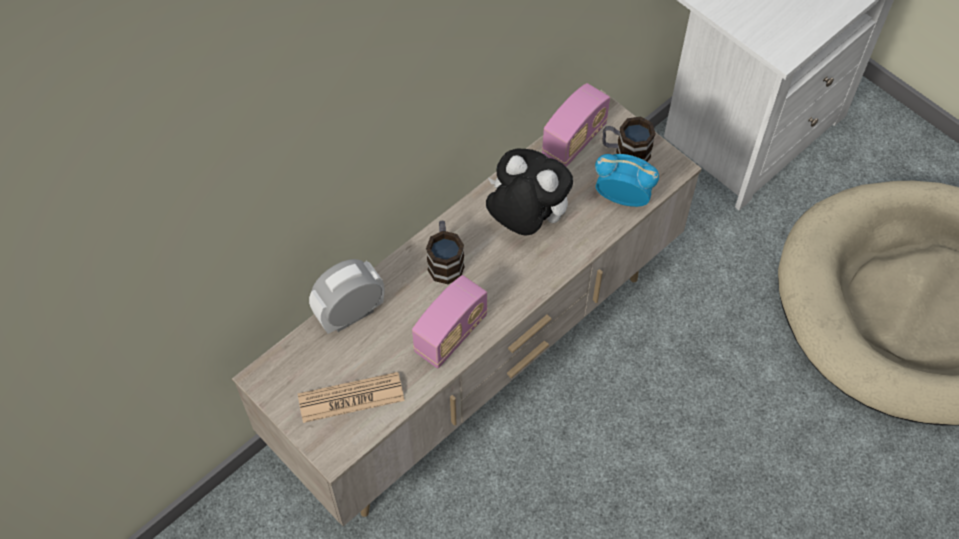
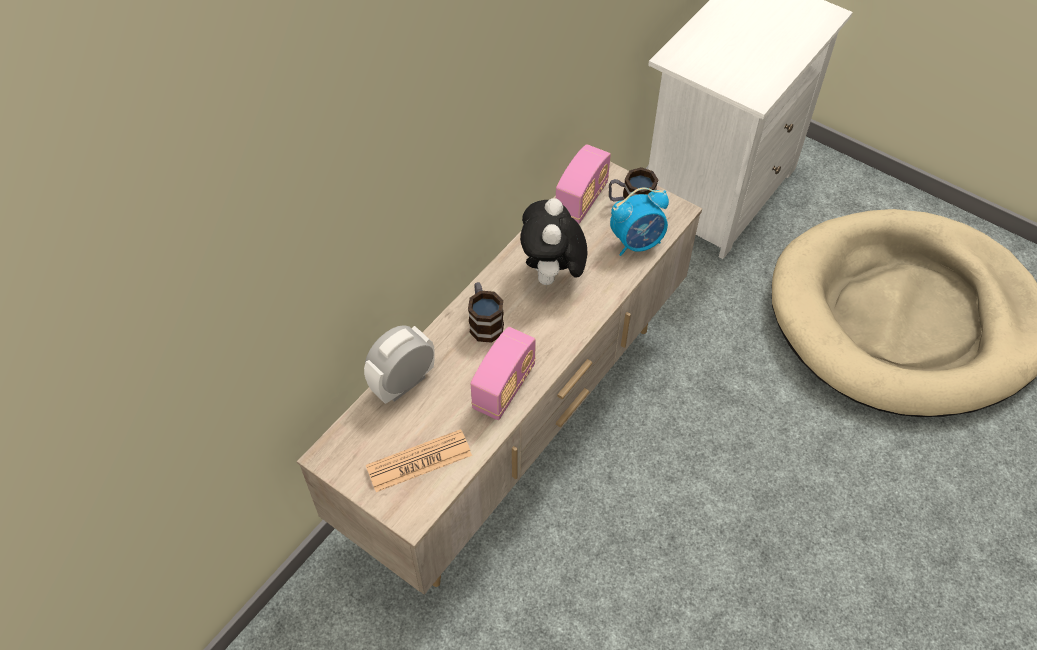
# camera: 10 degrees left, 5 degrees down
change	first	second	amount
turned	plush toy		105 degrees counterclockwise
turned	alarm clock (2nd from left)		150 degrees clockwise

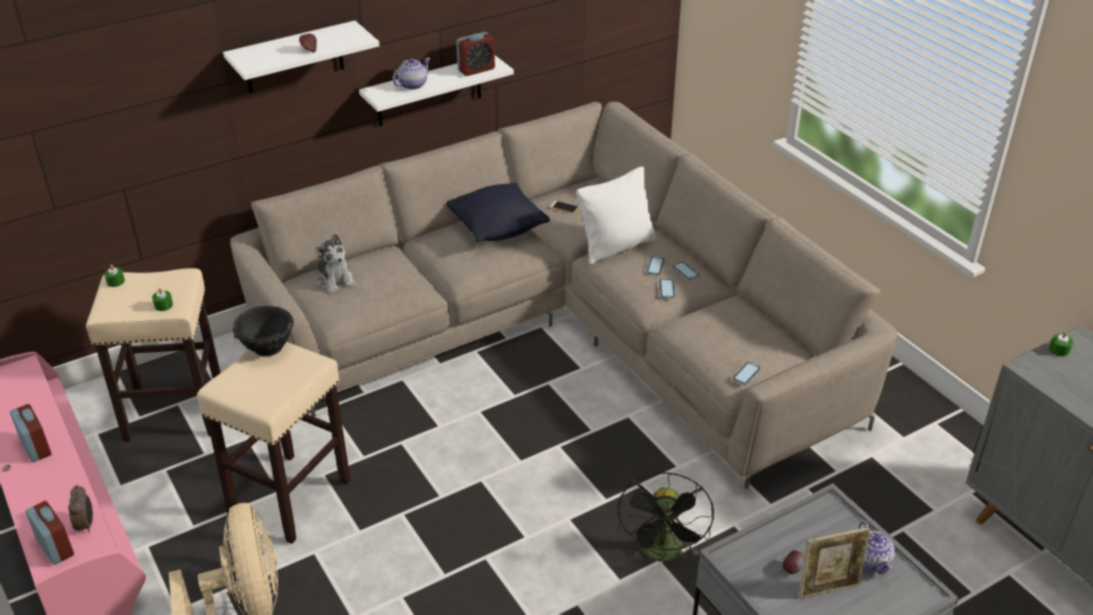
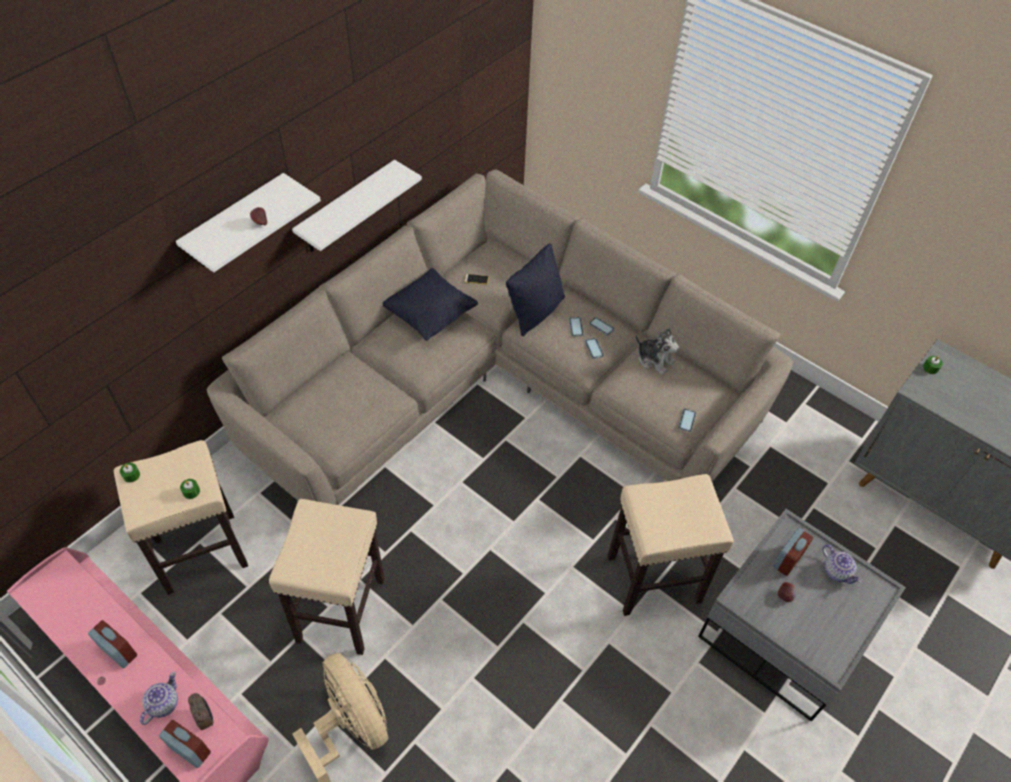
# camera: 20 degrees left, 15 degrees up
change	first	second	amount
removed	black bowl		
removed	picture frame		
moved	plush toy		
moved	teapot (1st from left)		
moved	alarm clock (4th from left)		
replaced	black fan	beige stool (3rd from left)	
recoloured	white pillow	black pillow (2nd from left)	

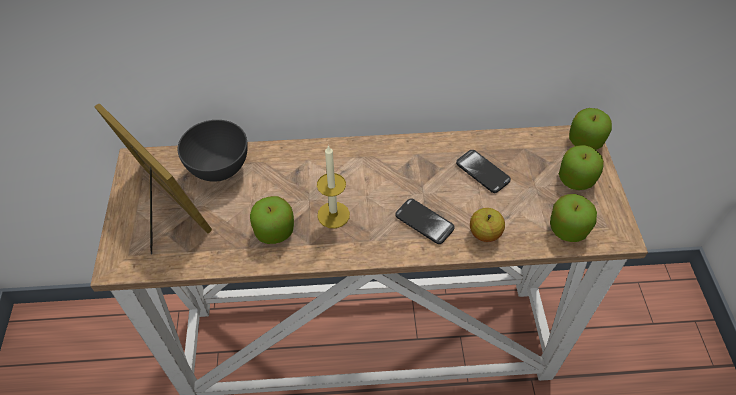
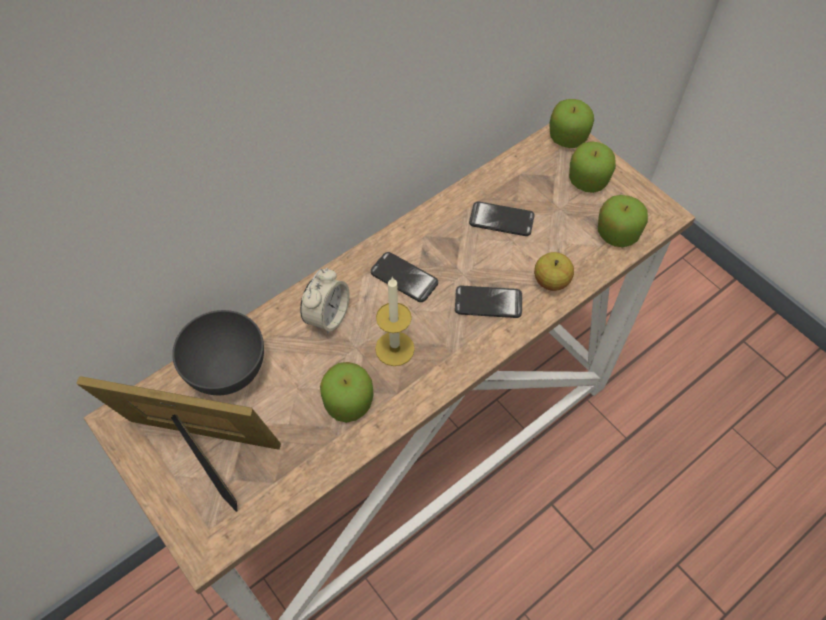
# camera: 35 degrees left, 5 degrees up
change	first	second	amount
added		alarm clock	
added		phone (1st from left)	

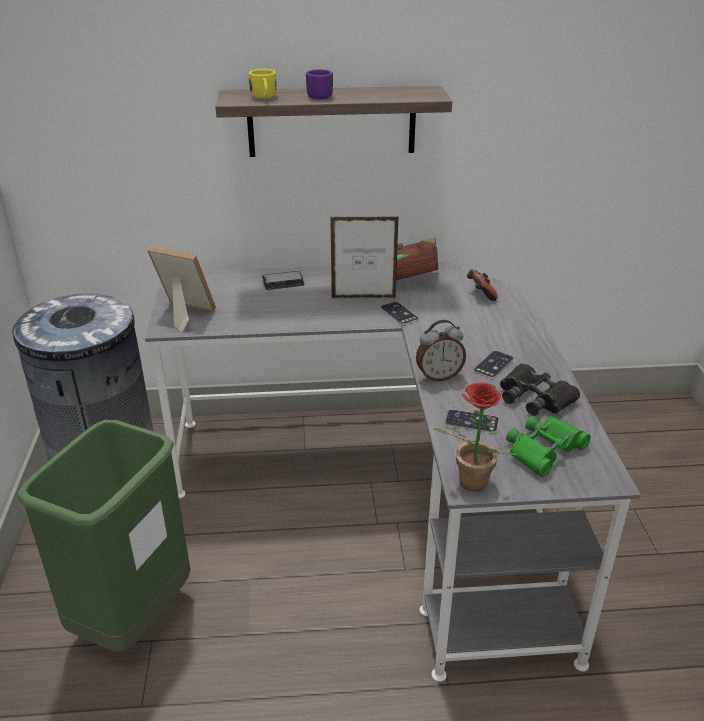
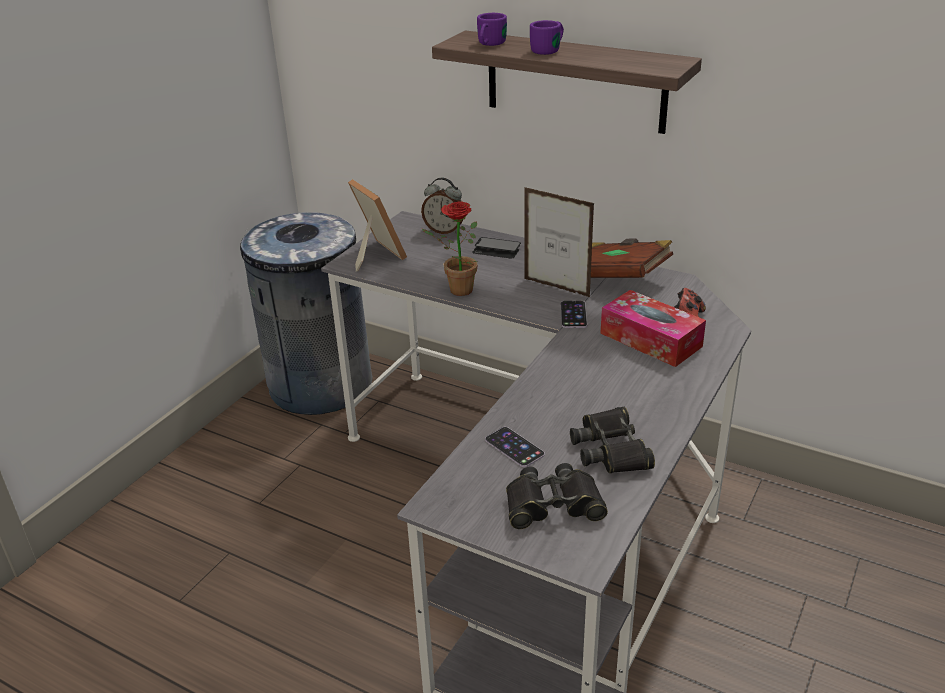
# camera: 35 degrees right, 0 degrees up
change	first	second	amount
removed	green trash can		
removed	phone (4th from left)		
added		tissue box	
moved	alarm clock		
moved	potted plant		
recoloured	yellow mug	purple mug (1st from left)	
recoloured	green binoculars	black binoculars (1st from left)	

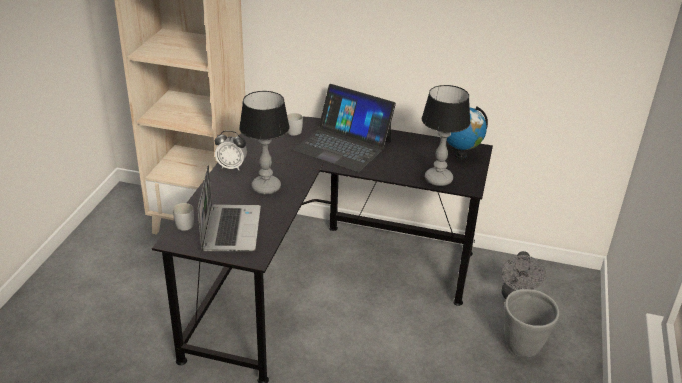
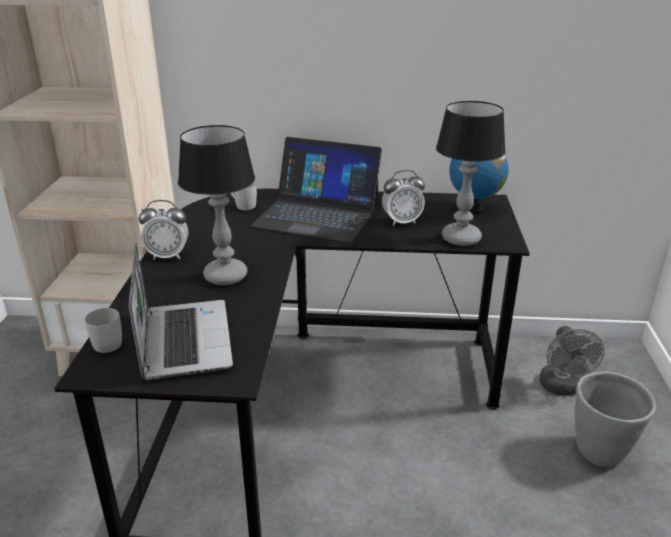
# camera: 10 degrees left, 5 degrees down
change	first	second	amount
added		alarm clock (2nd from left)	

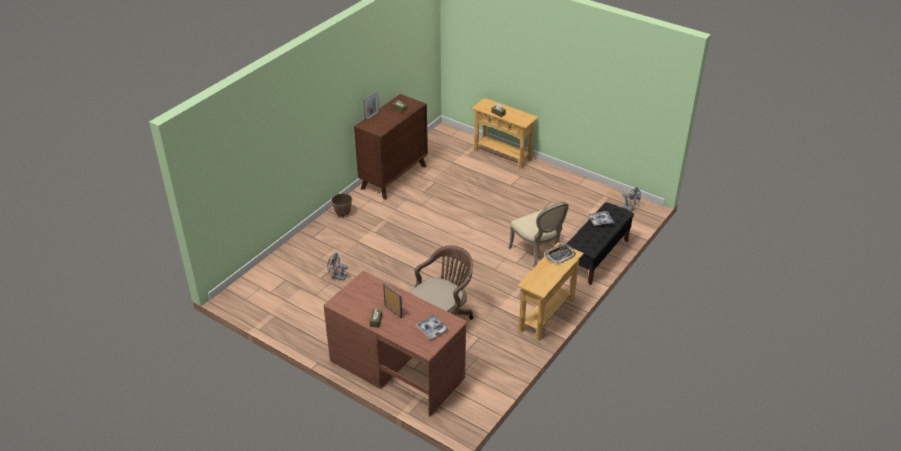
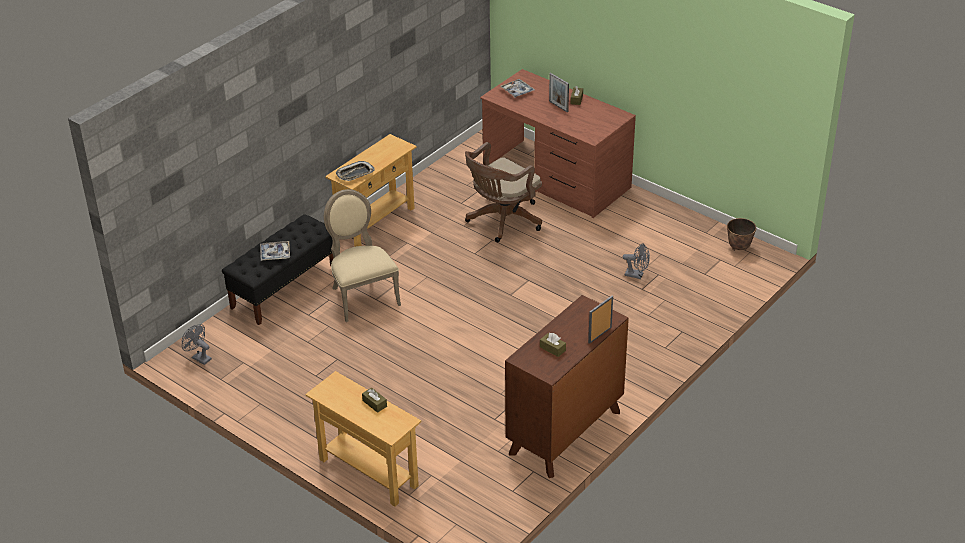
# camera: 175 degrees left, 0 degrees up
change	first	second	amount
moved	planter		

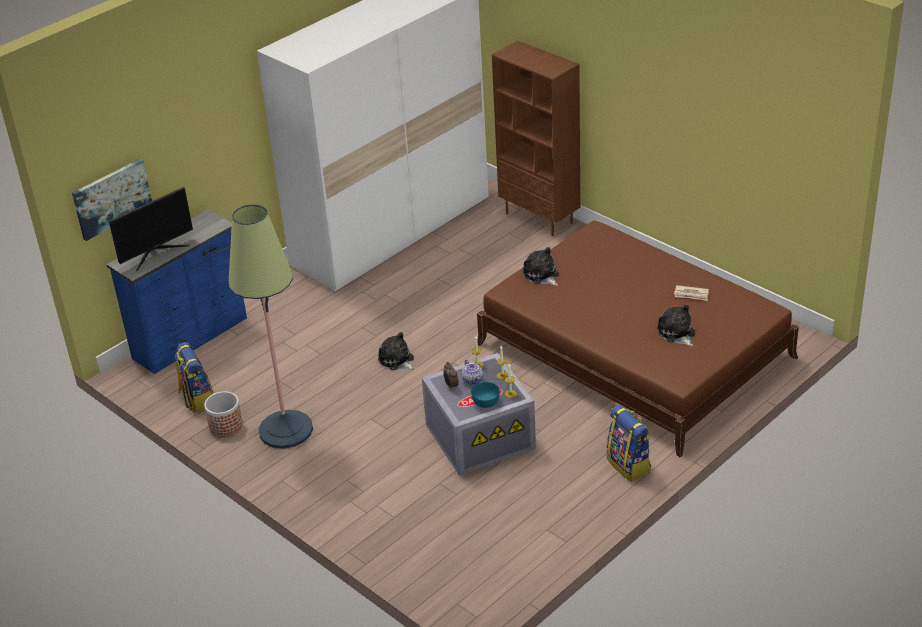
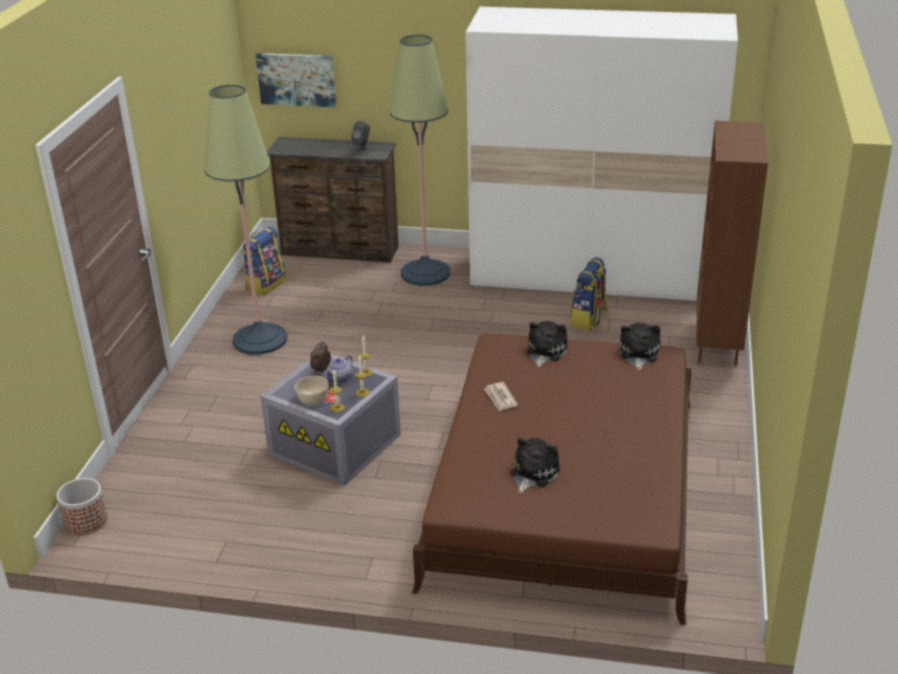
# camera: 55 degrees right, 5 degrees down
change	first	second	amount
removed	monitor		
added		grey speaker	
added		floor lamp (2nd from left)	
moved	planter		
moved	plush toy (1st from left in the first image)	plush toy (3rd from left)	
moved	backpack (2nd from left)		
moved	newspaper		
recoloured	blue dresser	brown dresser	
recoloured	turquoise bowl	beige bowl	

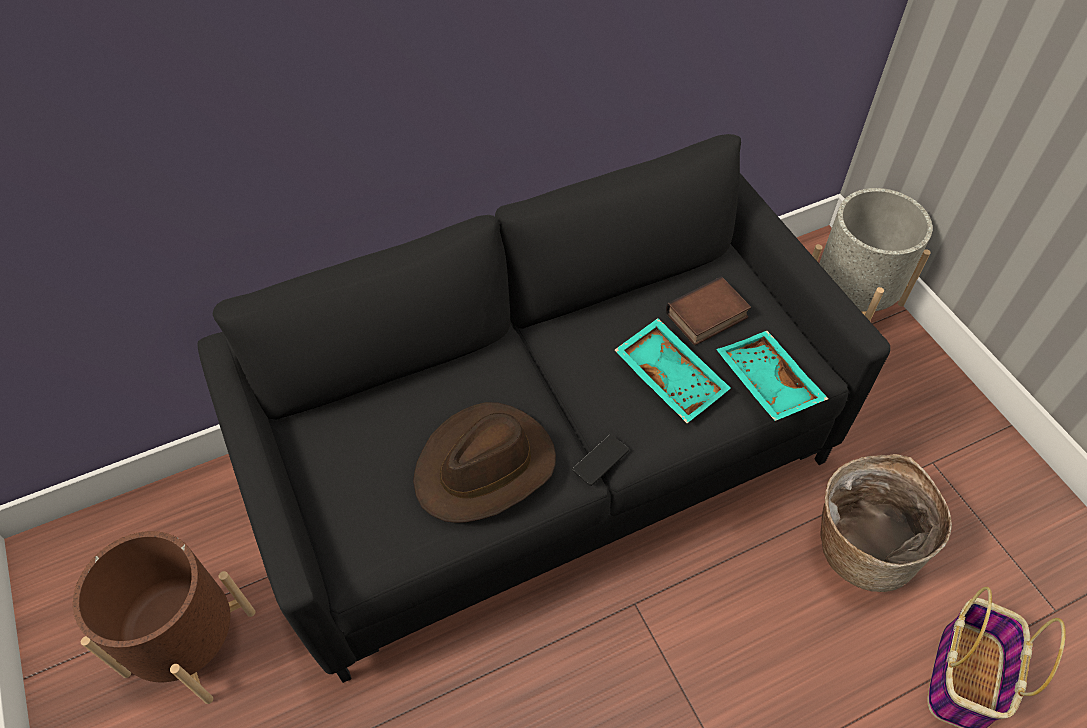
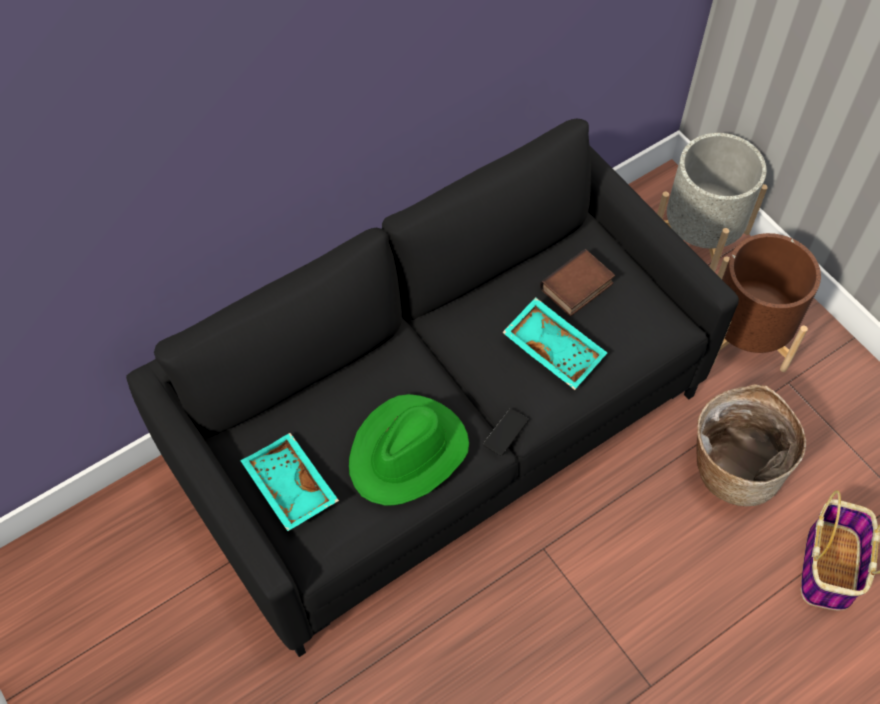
# camera: 10 degrees left, 5 degrees up
change	first	second	amount
moved	brown planter		
moved	turquoise tray (2nd from left in the first image)	turquoise tray (1st from left)	
recoloured	brown hat	green hat	

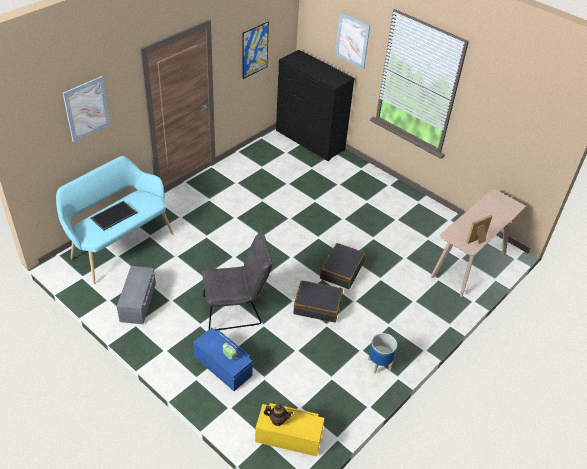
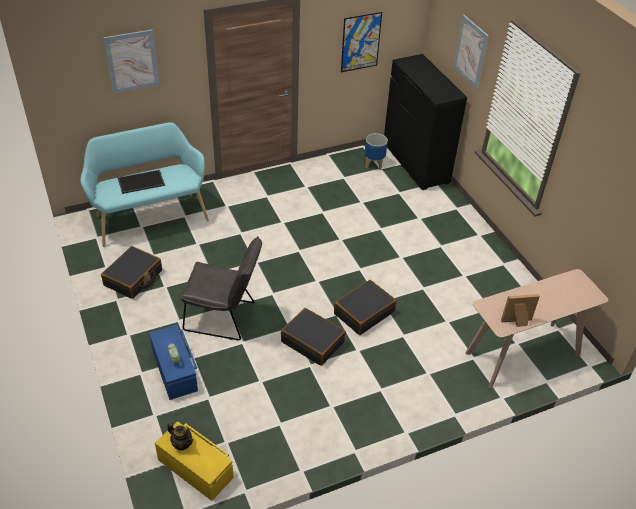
# camera: 25 degrees right, 0 degrees up
change	first	second	amount
moved	planter		
replaced	grey storage box	black suitcase (1st from left)	

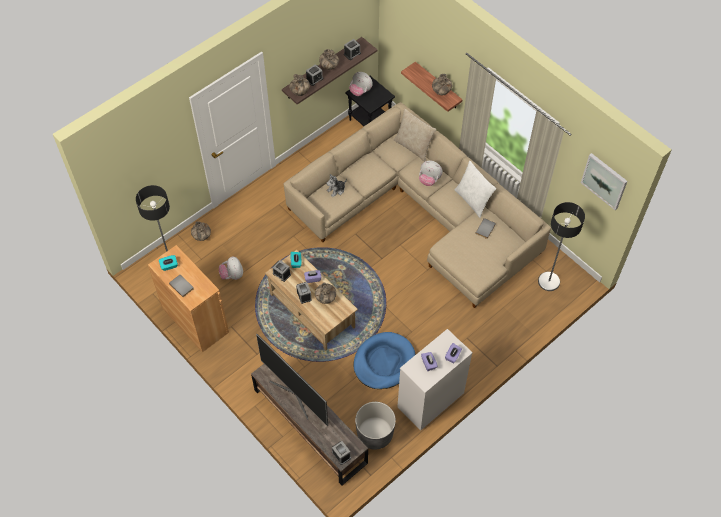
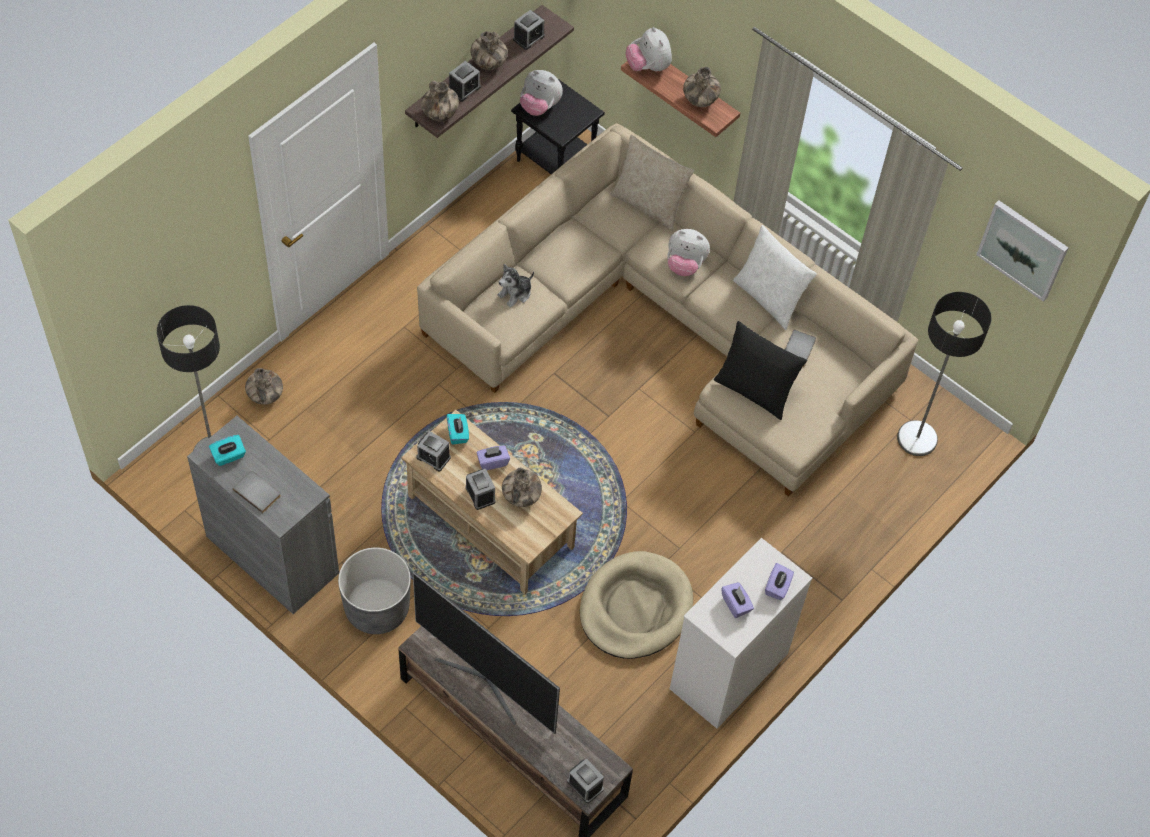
# camera: 10 degrees left, 0 degrees up
change	first	second	amount
added		black pillow	
moved	plush toy (1st from left in the first image)	plush toy (3rd from left)	
moved	grey planter		
recoloured	brown cabinet	grey cabinet	
recoloured	blue dog bed	beige dog bed	

